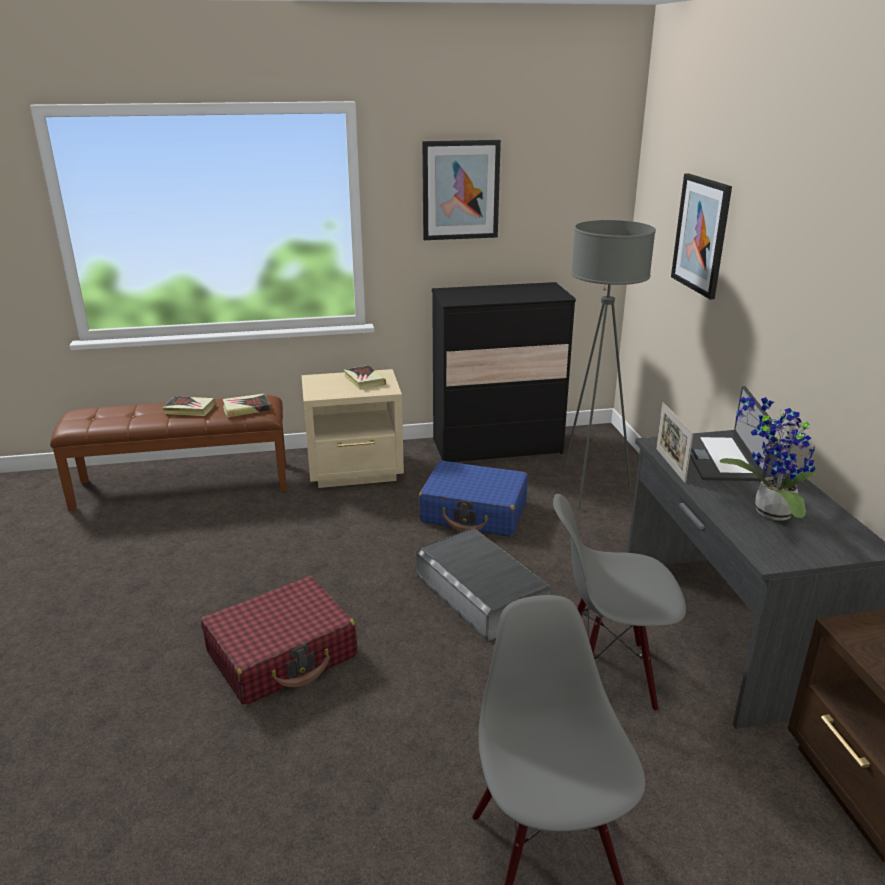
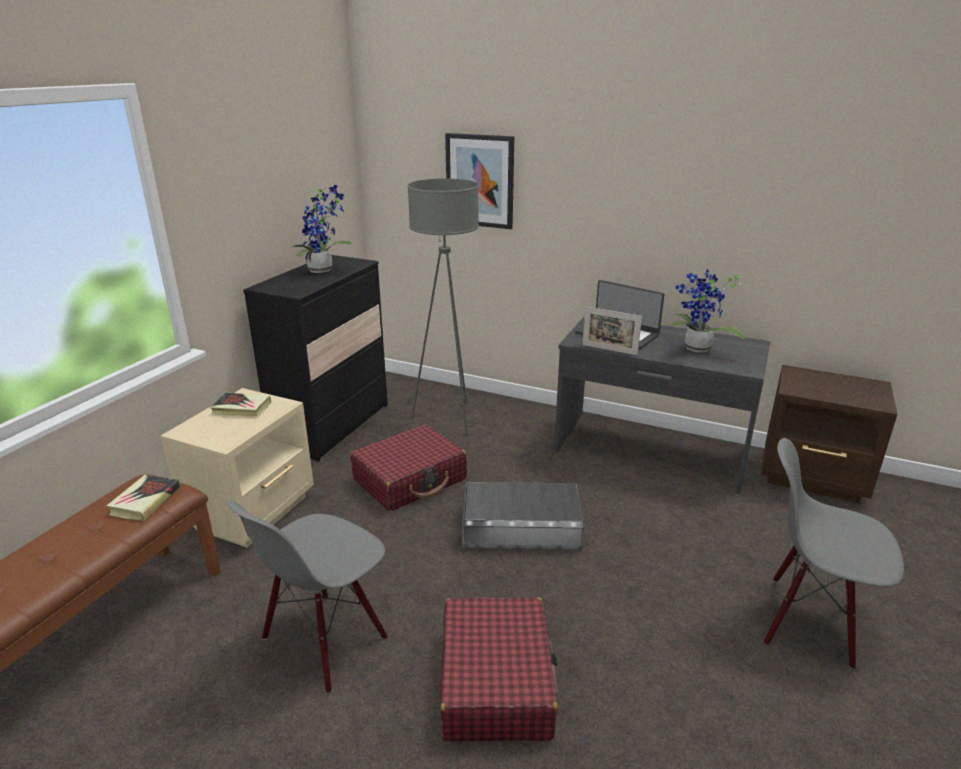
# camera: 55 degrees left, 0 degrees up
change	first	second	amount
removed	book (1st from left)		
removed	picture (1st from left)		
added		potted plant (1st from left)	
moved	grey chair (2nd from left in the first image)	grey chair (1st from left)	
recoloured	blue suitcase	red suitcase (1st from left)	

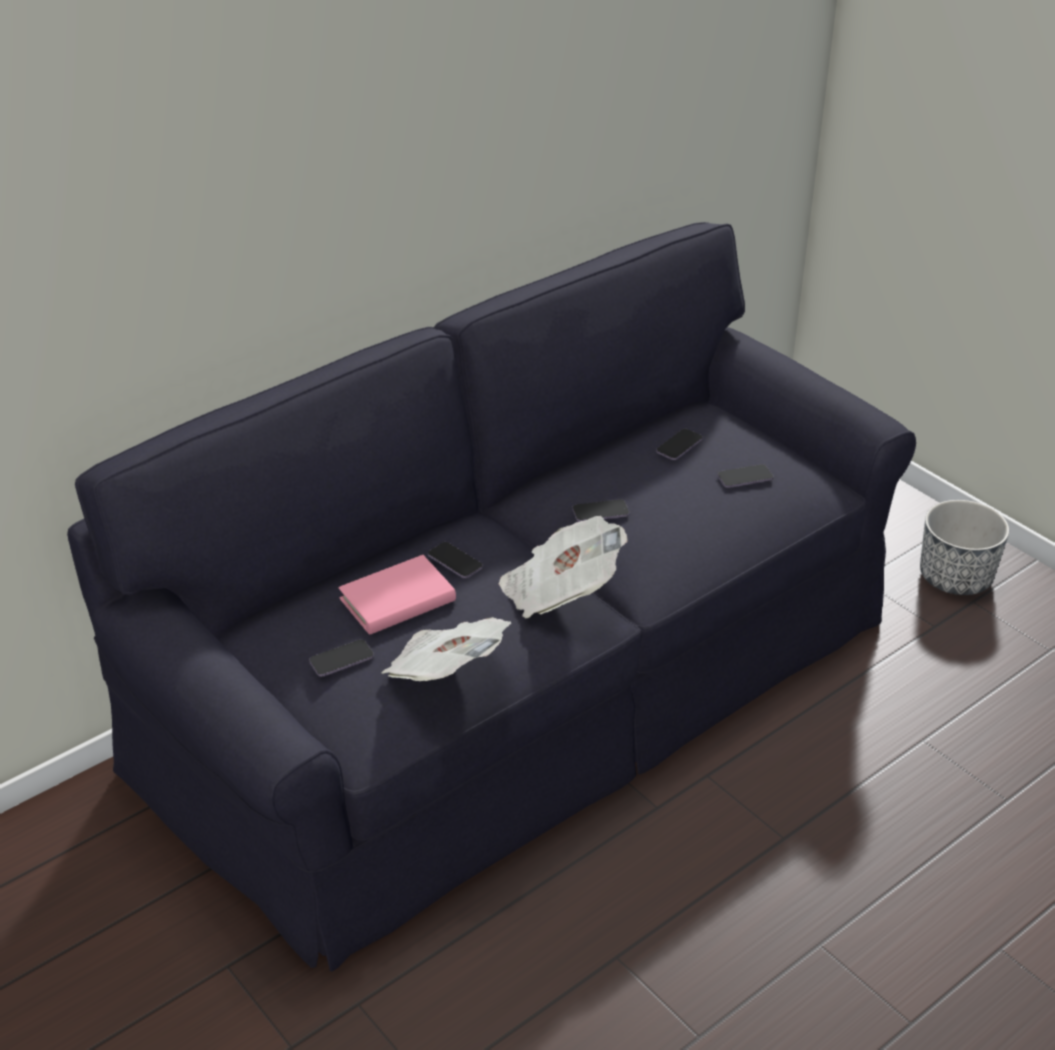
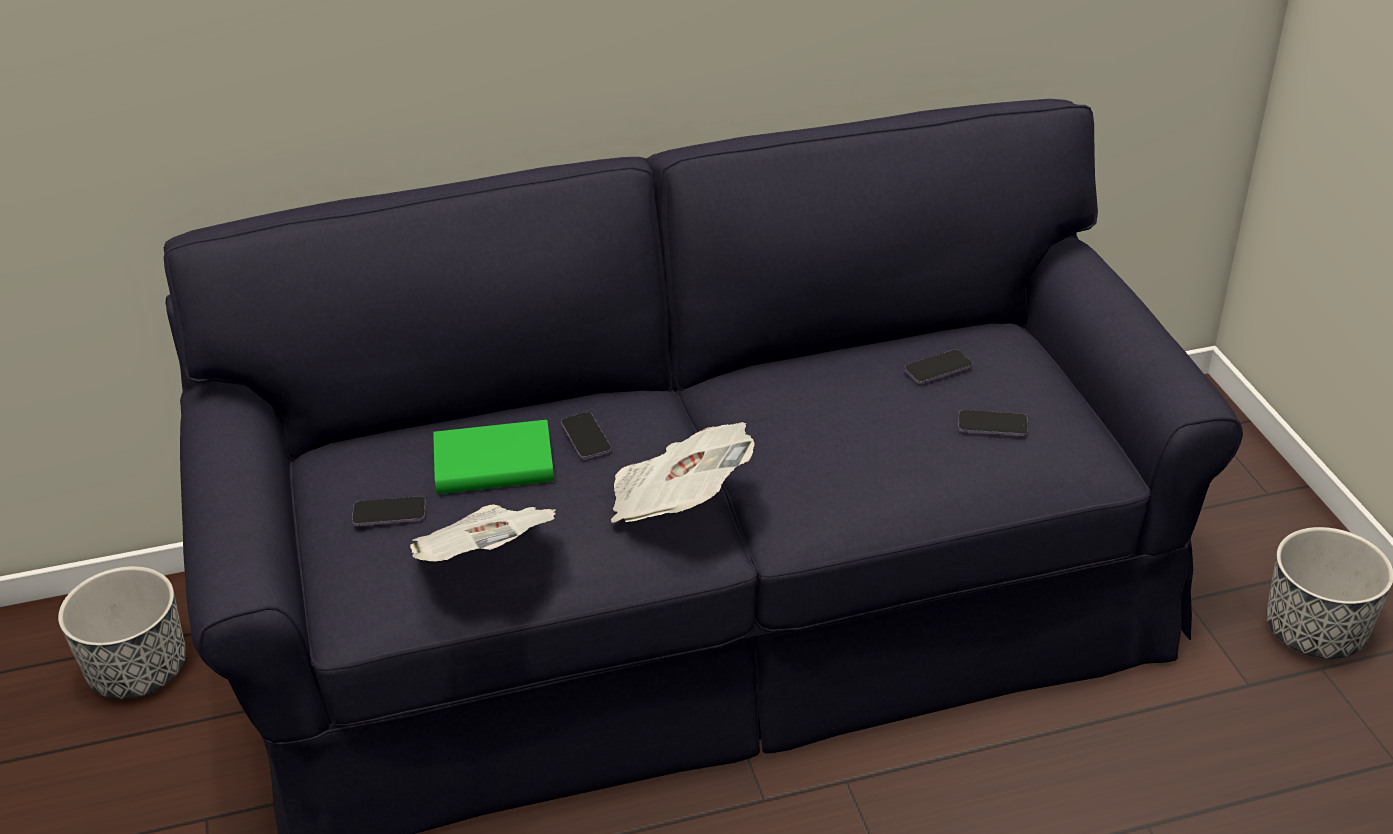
# camera: 25 degrees right, 0 degrees up
change	first	second	amount
removed	phone (3rd from left)		
added		planter (1st from left)	
recoloured	pink book	green book	

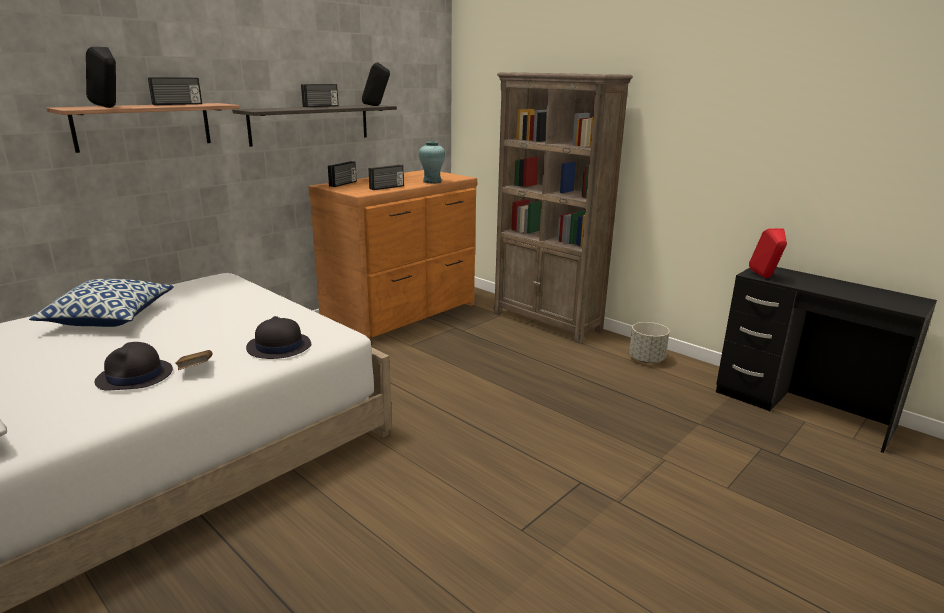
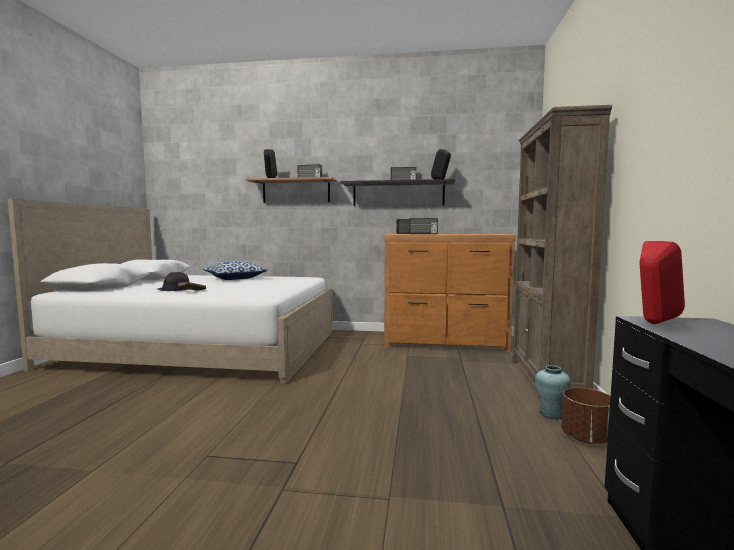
# camera: 55 degrees right, 15 degrees down
change	first	second	amount
removed	black hat (2nd from left)		
moved	turquoise vase		
recoloured	grey planter	brown planter	

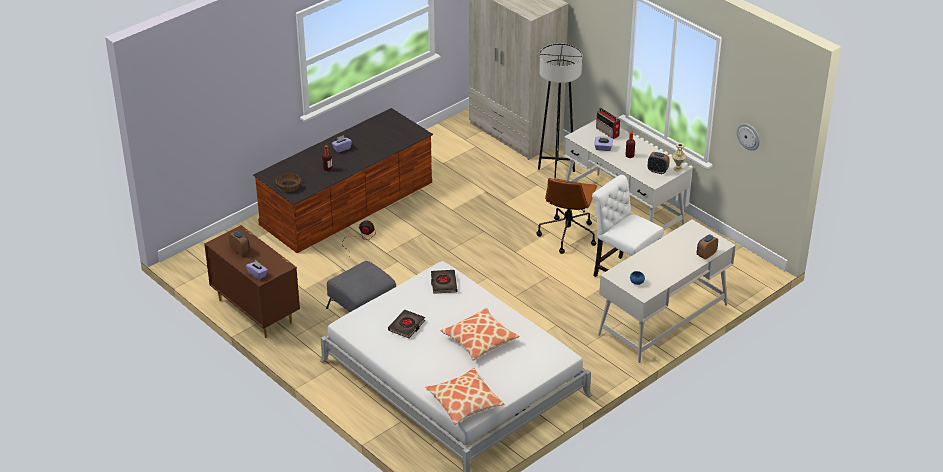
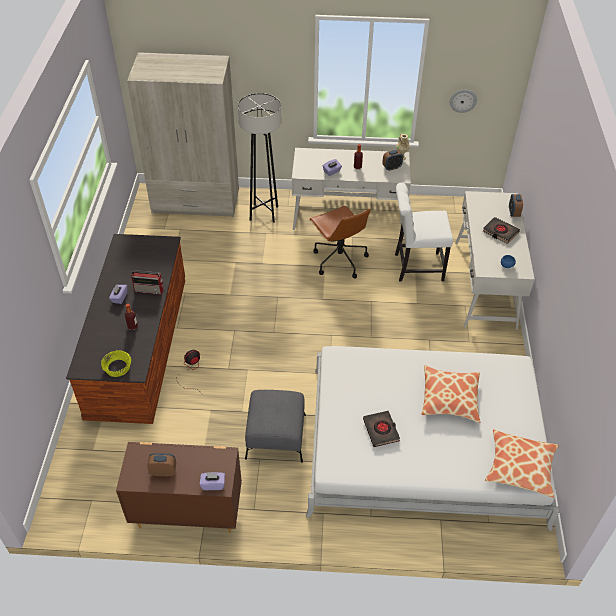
# camera: 45 degrees left, 10 degrees up
change	first	second	amount
moved	black book (2nd from left)		
moved	radio		
recoloured	brown bowl	yellow bowl	

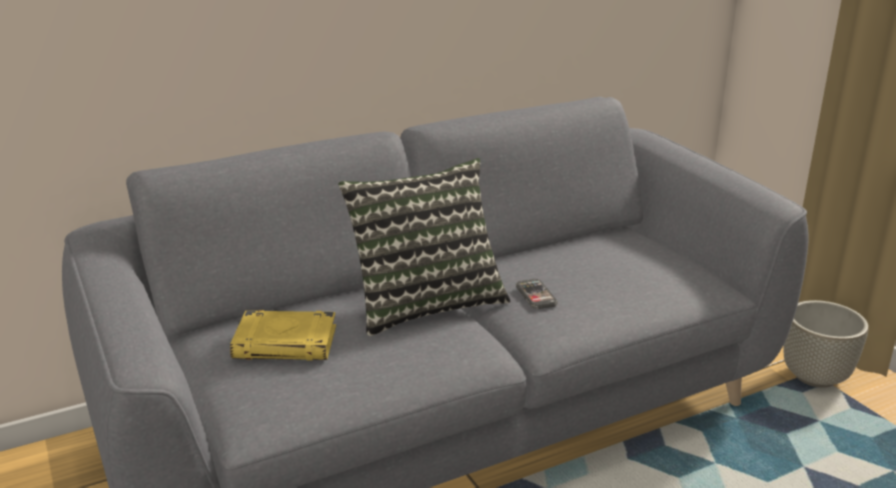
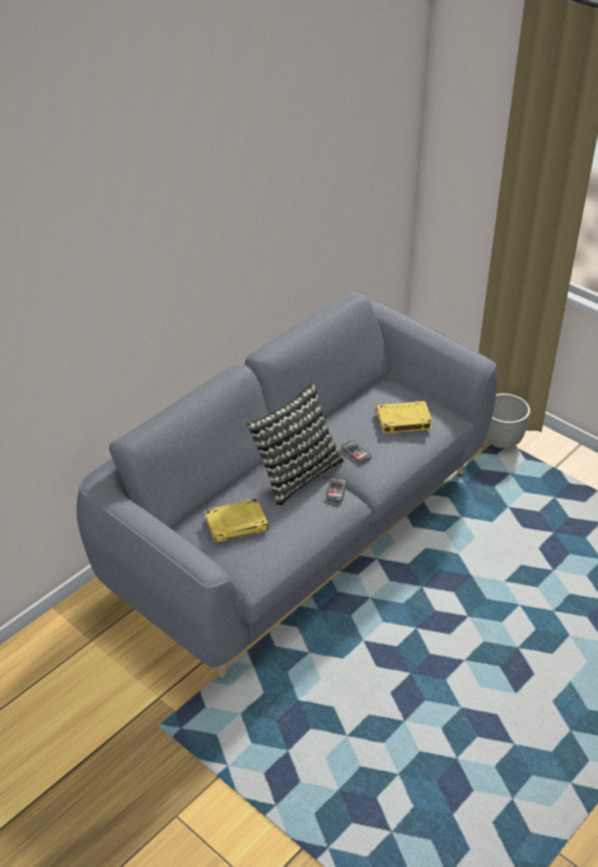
# camera: 20 degrees left, 15 degrees up
change	first	second	amount
added		phone (1st from left)	
added		yellow book (2nd from left)	

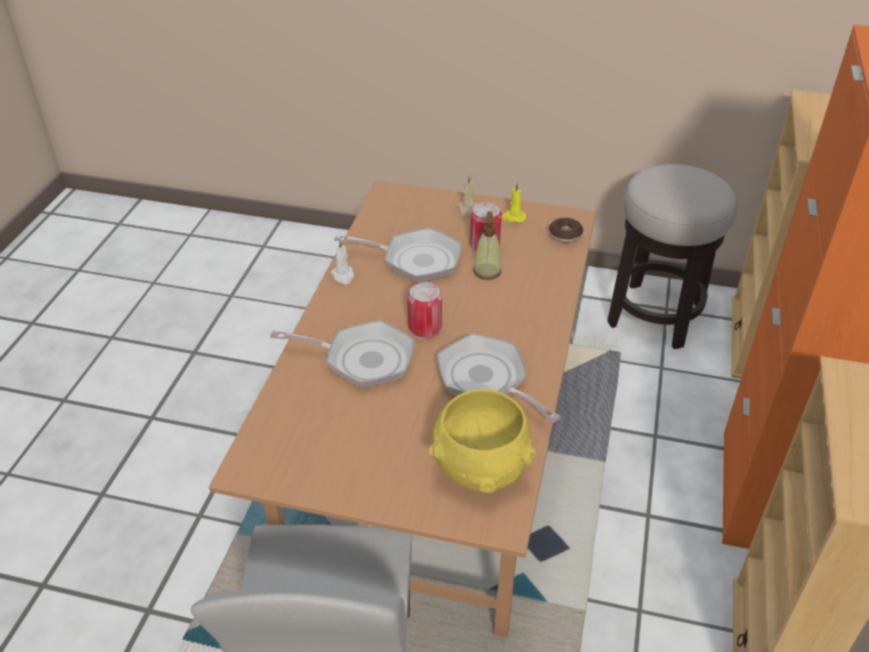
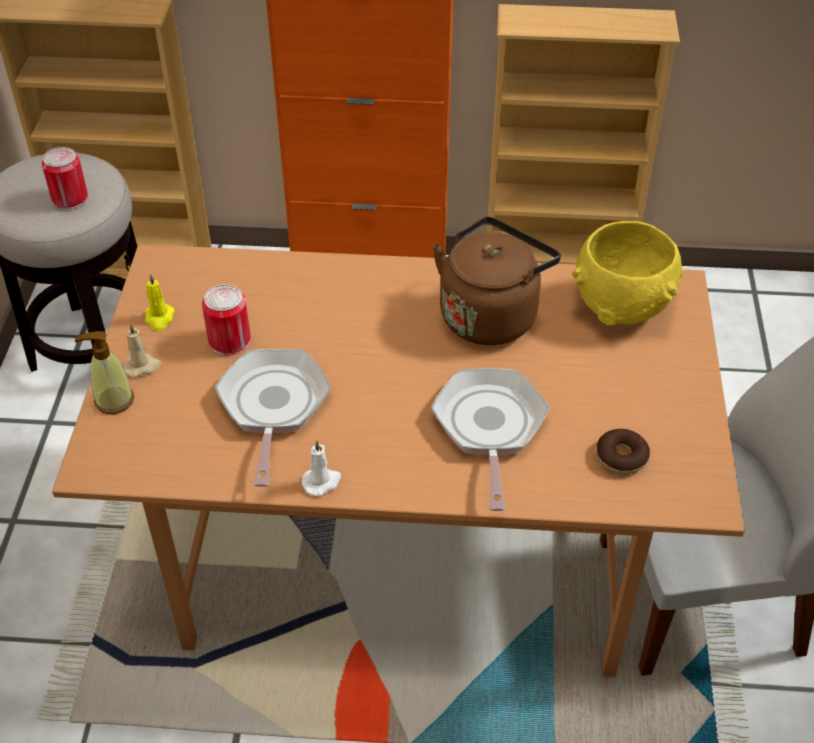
# camera: 100 degrees left, 5 degrees up
change	first	second	amount
moved	can (1st from left)		
moved	soap dispenser		
moved	donut		
replaced	frying pan (3rd from left)	brown kettle	

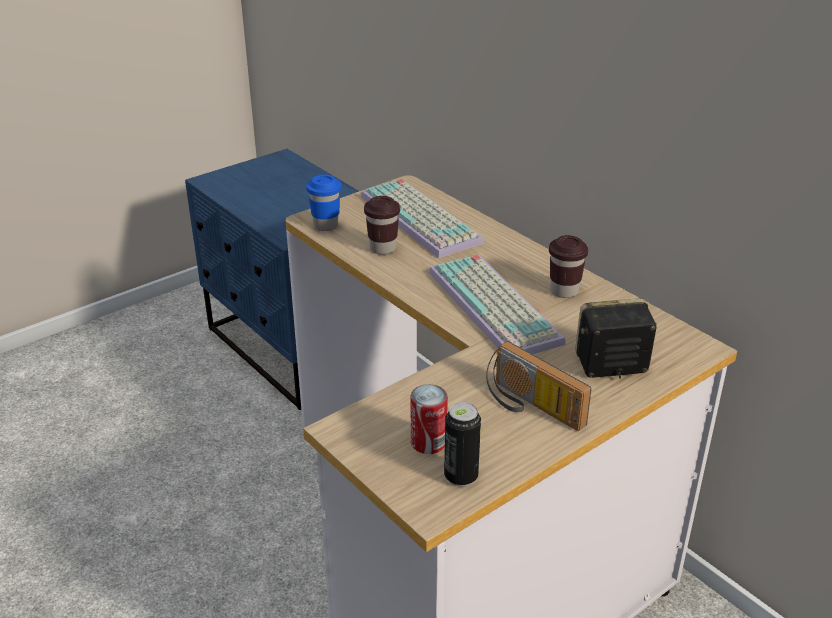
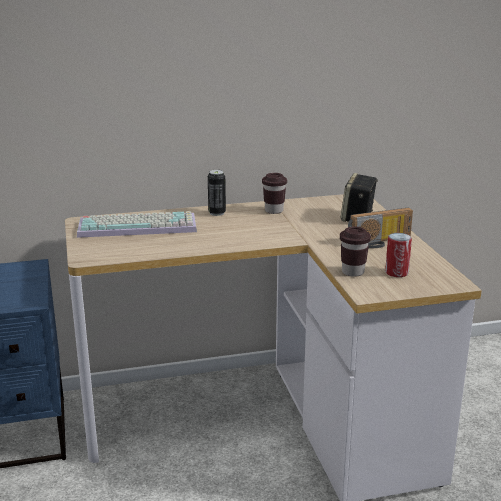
# camera: 65 degrees left, 10 degrees down
change	first	second	amount
removed	blue cup		
removed	keyboard (2nd from left)		
moved	brown cup (1st from left in the first image)	brown cup (2nd from left)	
moved	can (2nd from left in the first image)	can (1st from left)	

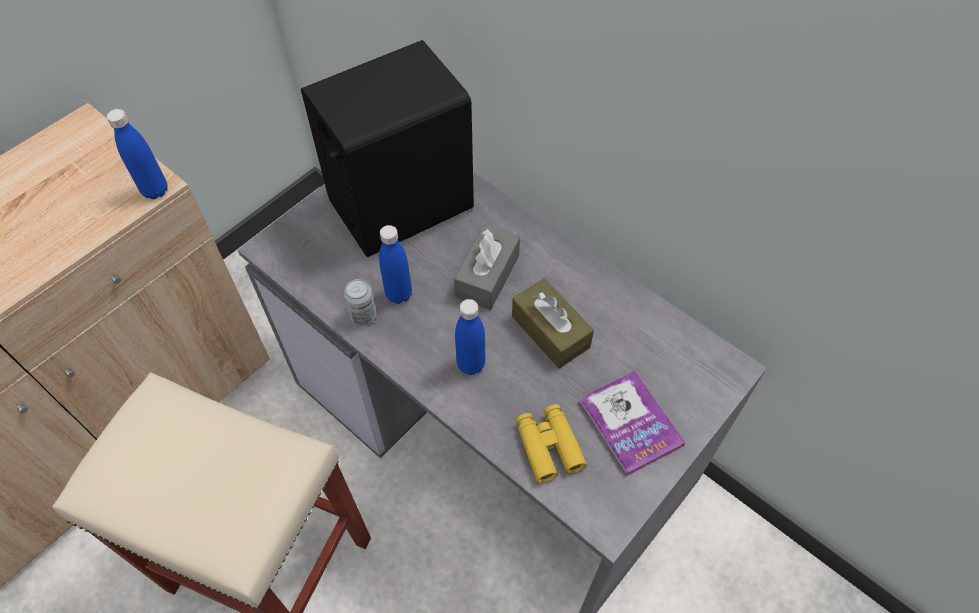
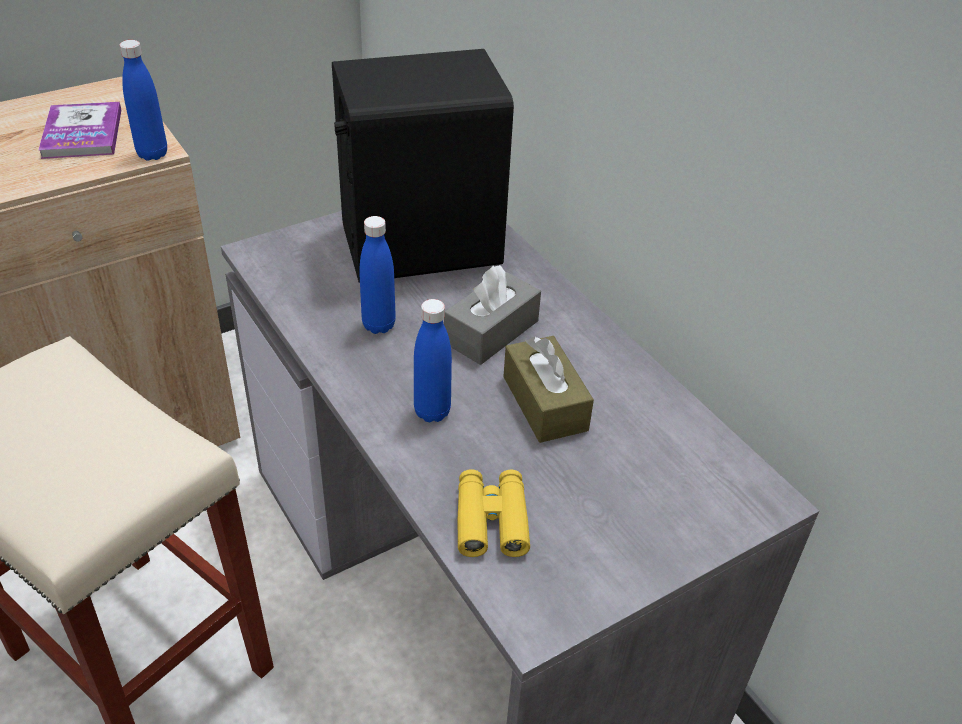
# camera: 15 degrees right, 15 degrees down
change	first	second	amount
removed	can		
moved	book		

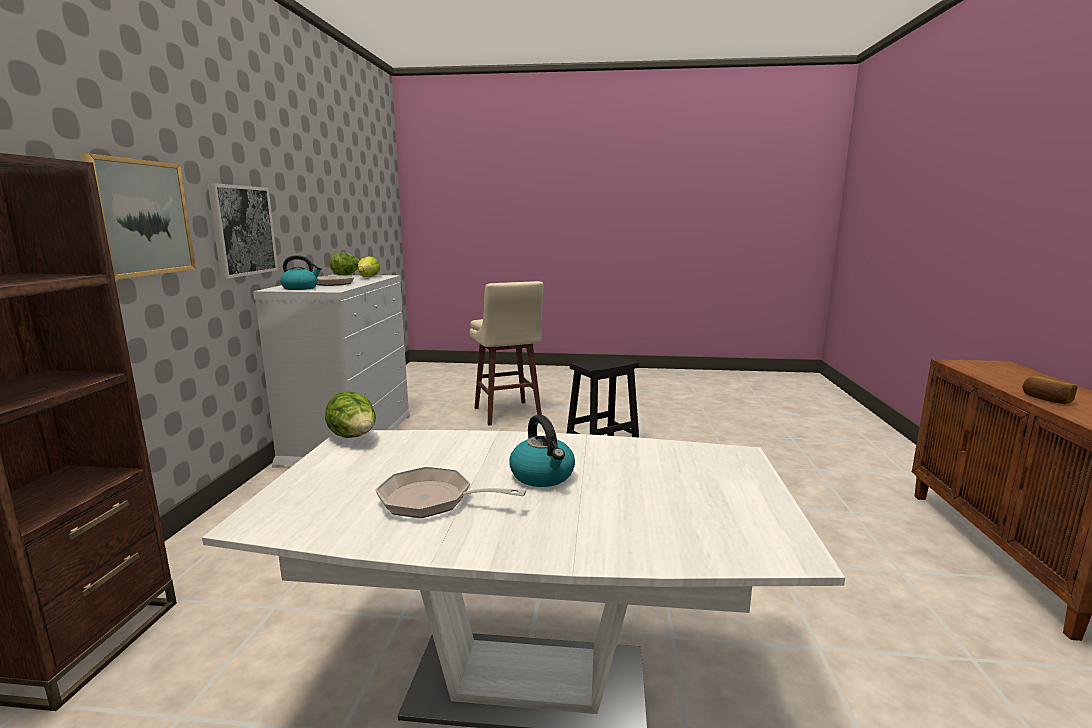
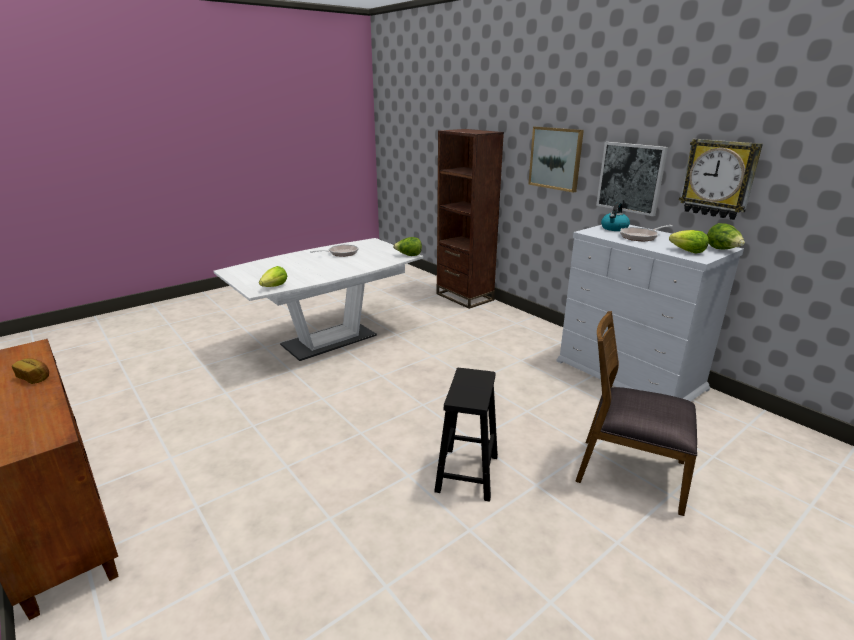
# camera: 135 degrees right, 10 degrees up
change	first	second	amount
removed	kettle (2nd from left)		
added		lettuce (1st from left)	
added		wall clock	
replaced	beige stool	brown chair	

